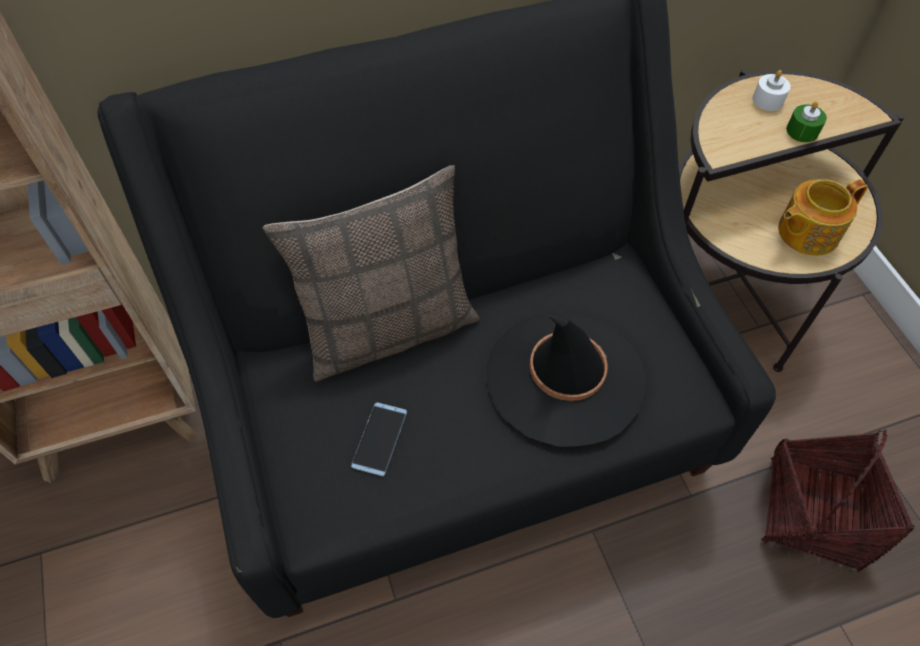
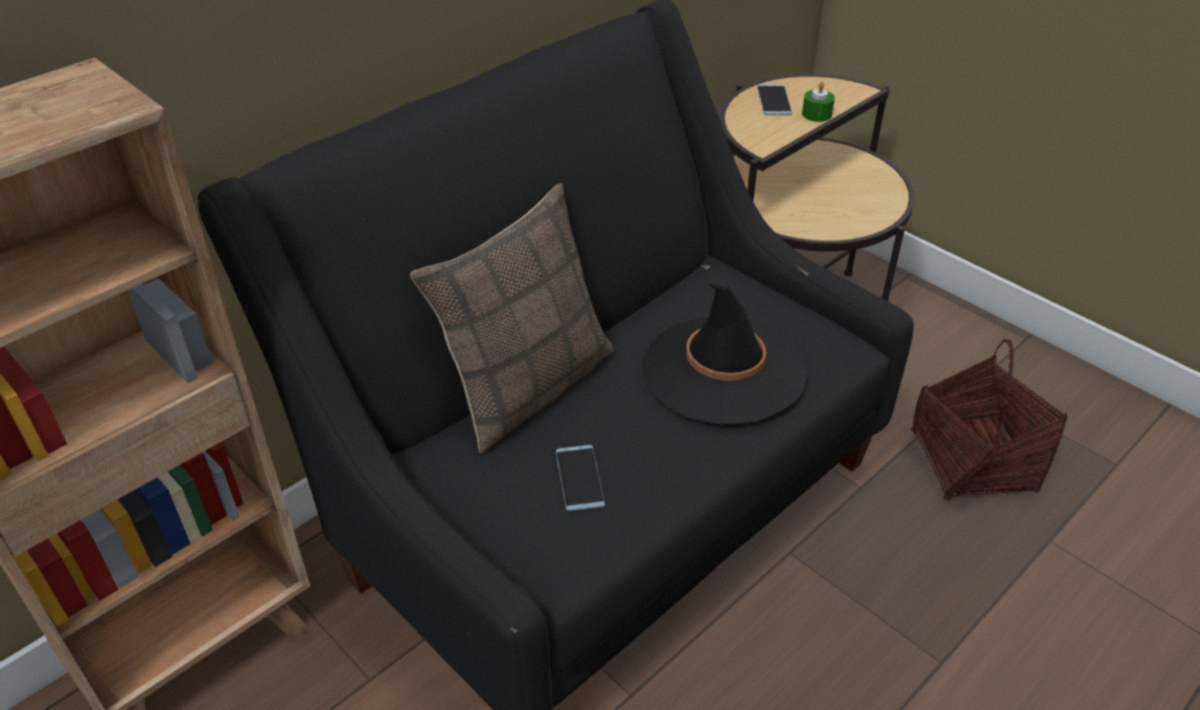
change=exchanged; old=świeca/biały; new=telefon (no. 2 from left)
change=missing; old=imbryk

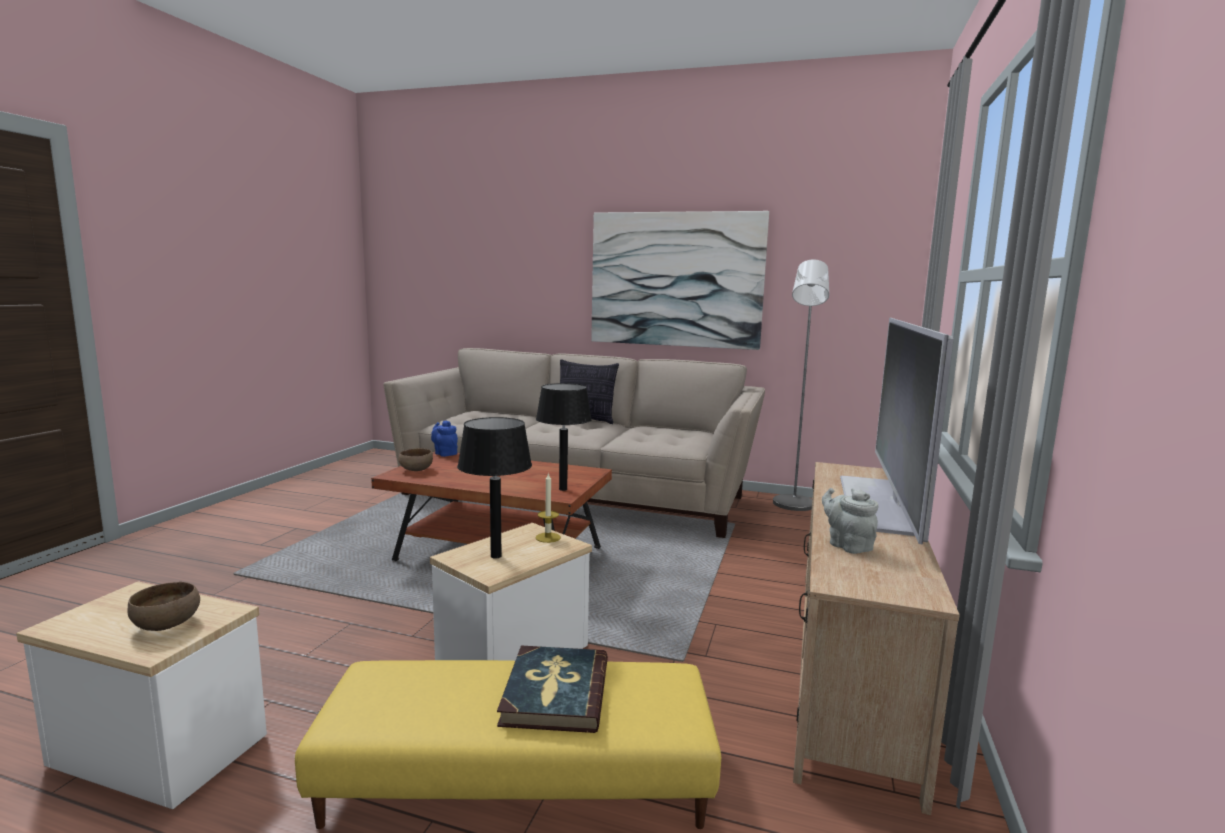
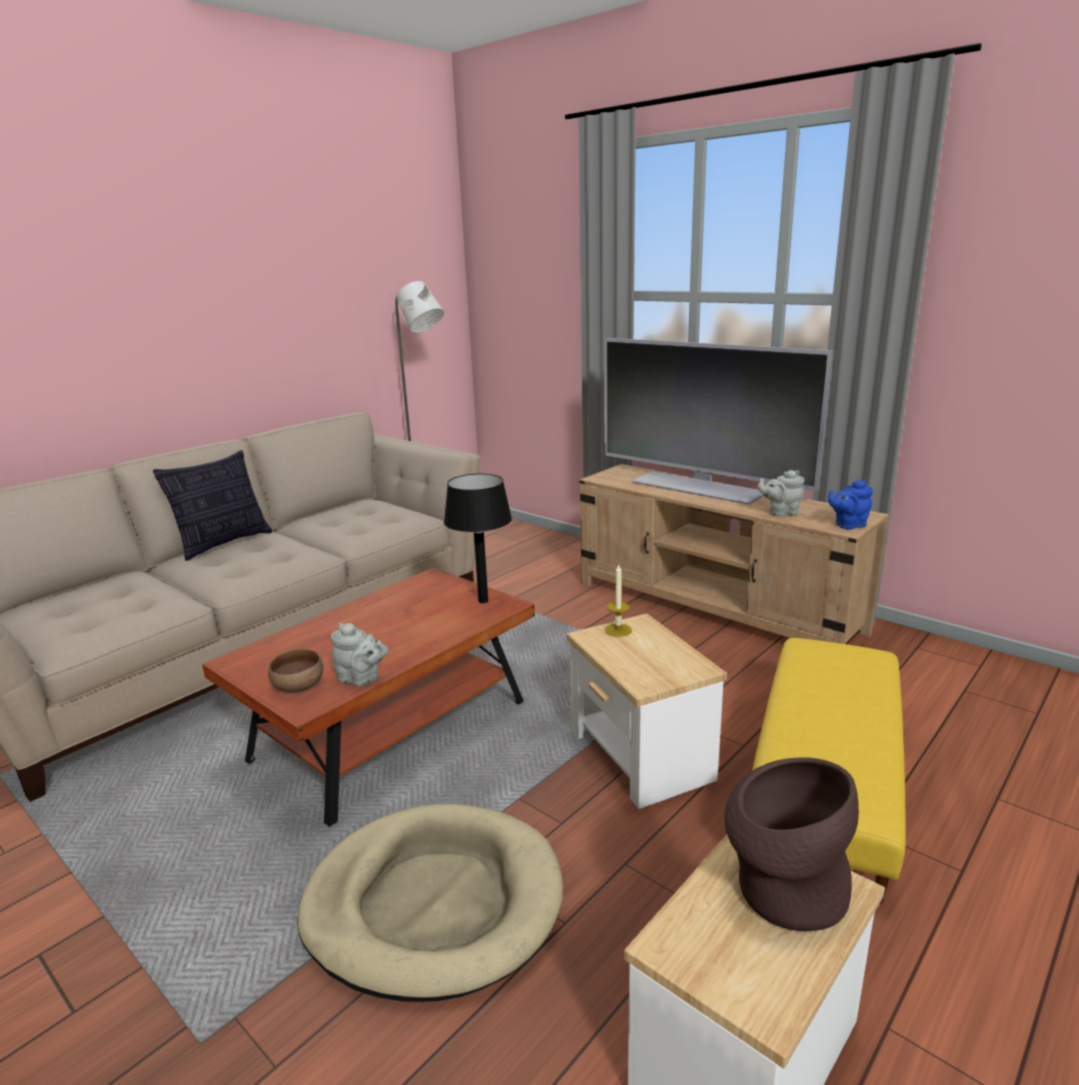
change=exchanged; old=miska/brązowy (no. 1 from left); new=wazon/brązowy
change=relocated; old=imbryk/niebieski
change=missing; old=lampa stołowa/czarny (no. 1 from left)
change=missing; old=książka
change=missing; old=obraz
change=appeared; new=legowisko/beżowy
change=appeared; new=imbryk/szary (no. 1 from left)

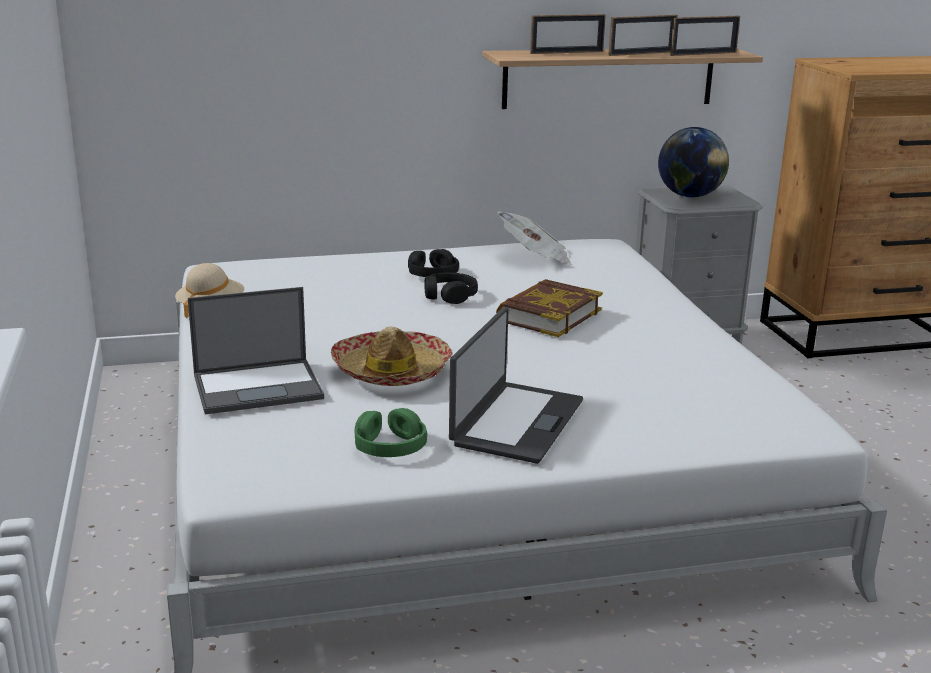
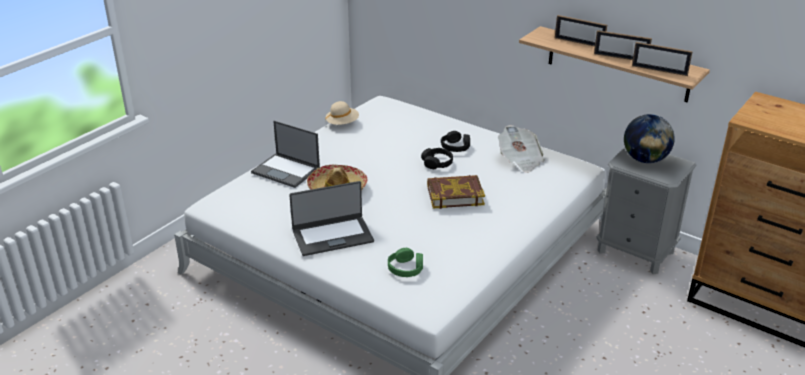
change=relocated; old=słuchawki/zielony

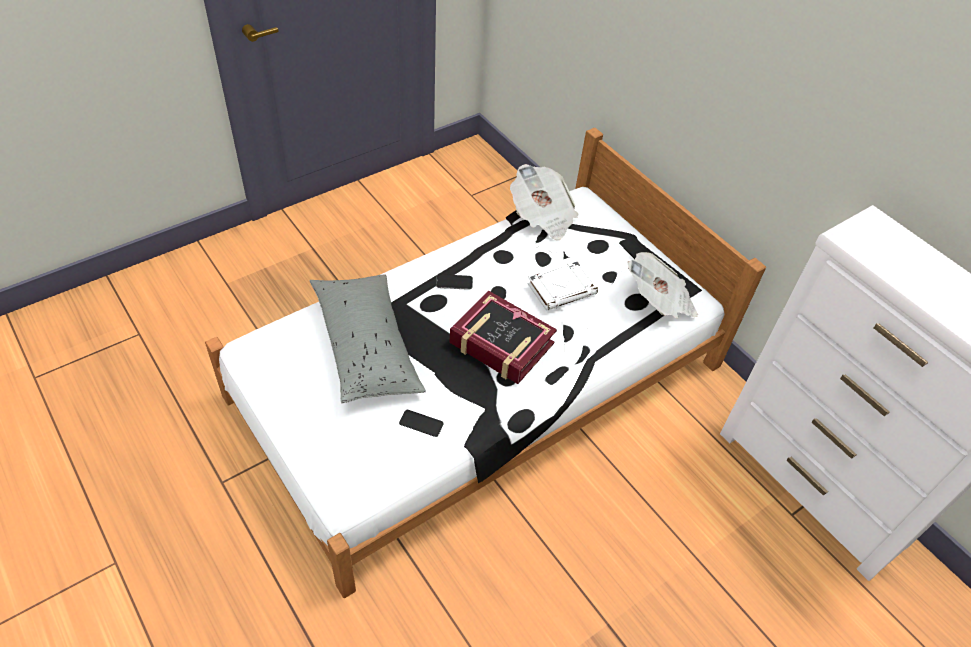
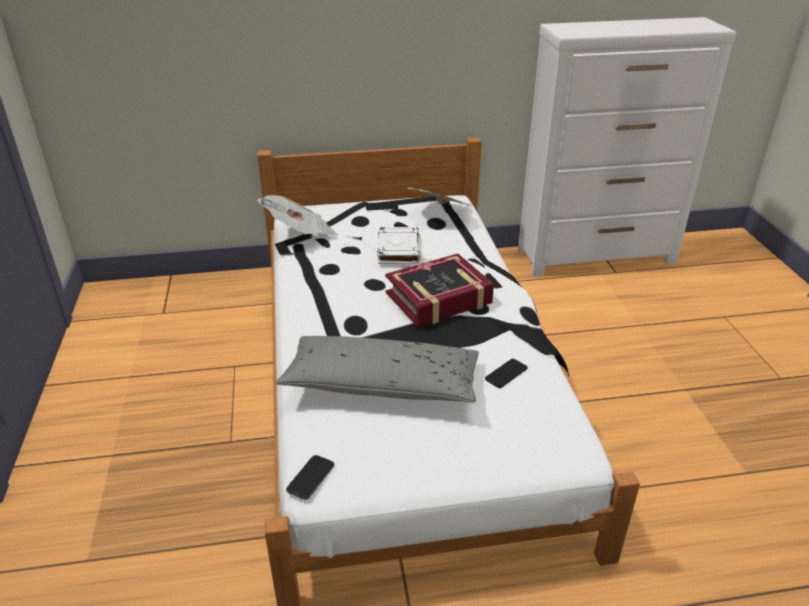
change=relocated; old=telefon (no. 2 from left in the first image); new=telefon (no. 1 from left)

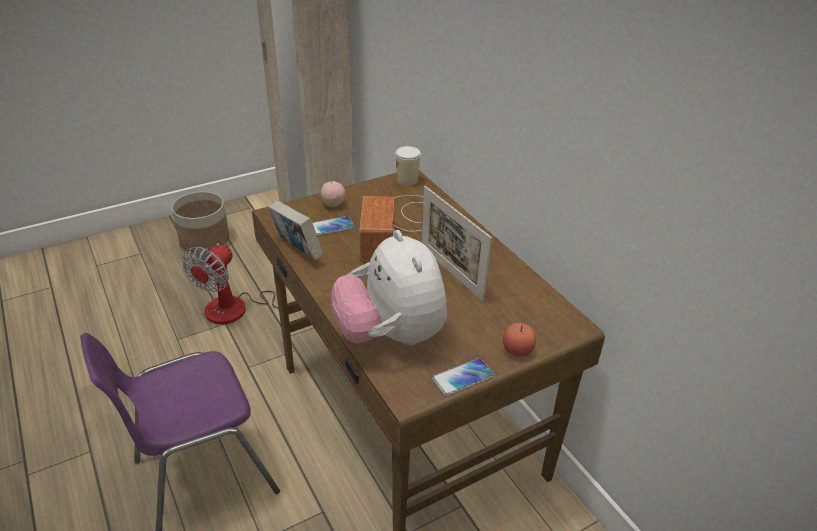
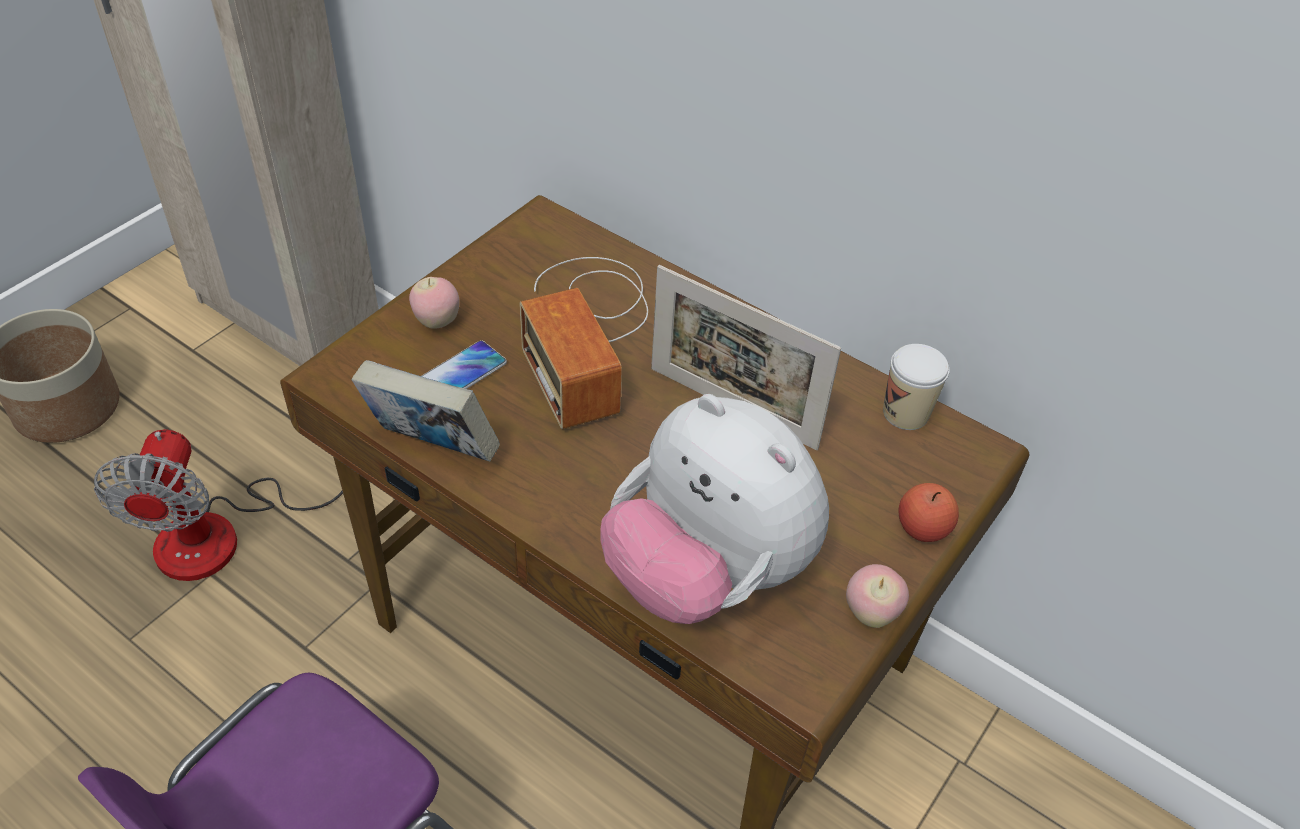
change=relocated; old=filiżanka
change=exchanged; old=telefon (no. 2 from left); new=jabłko (no. 2 from left)

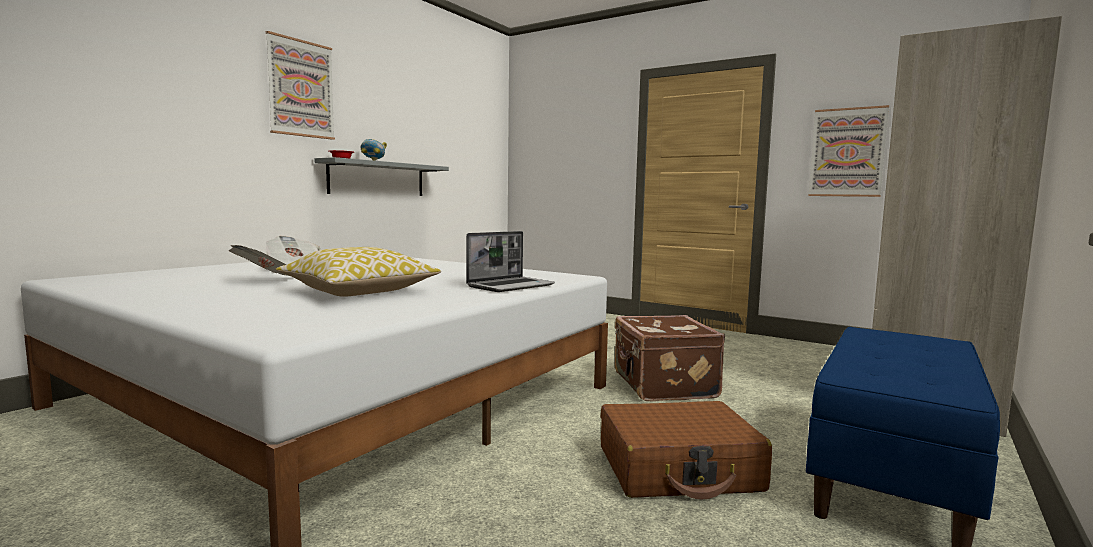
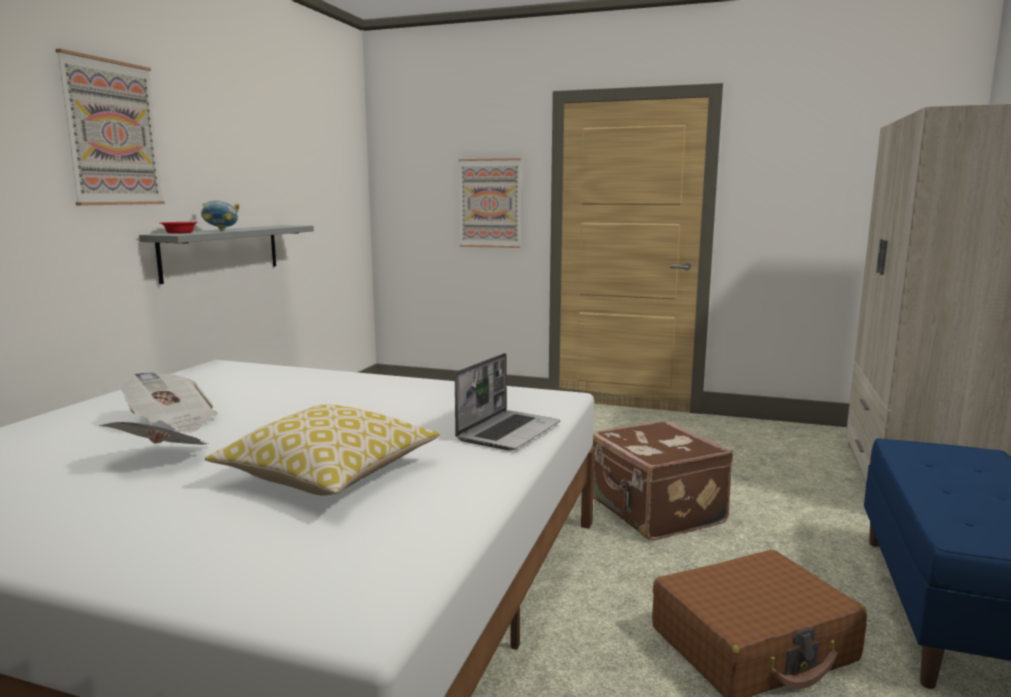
change=relocated; old=obraz (no. 2 from left)

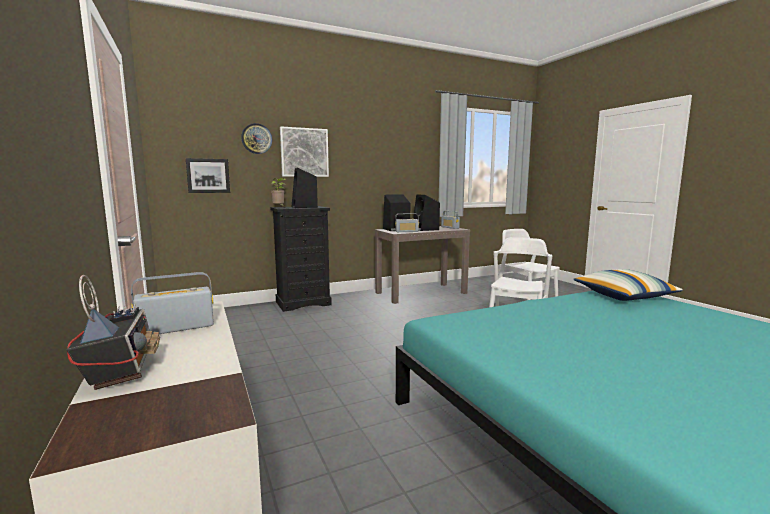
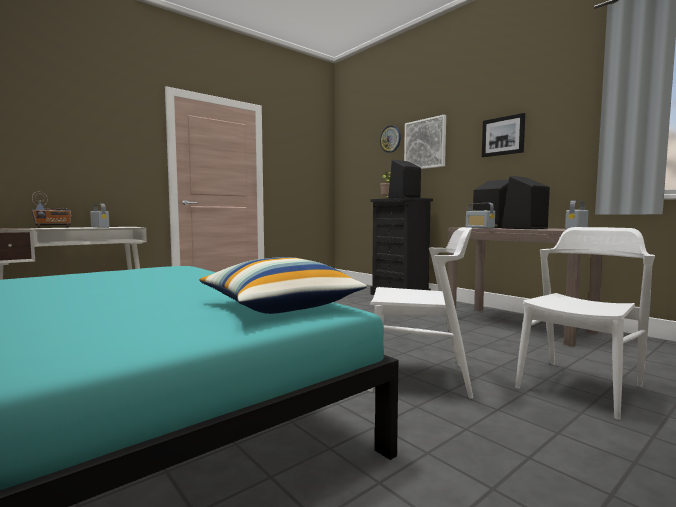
change=relocated; old=obraz (no. 1 from left in the first image); new=obraz (no. 2 from left)

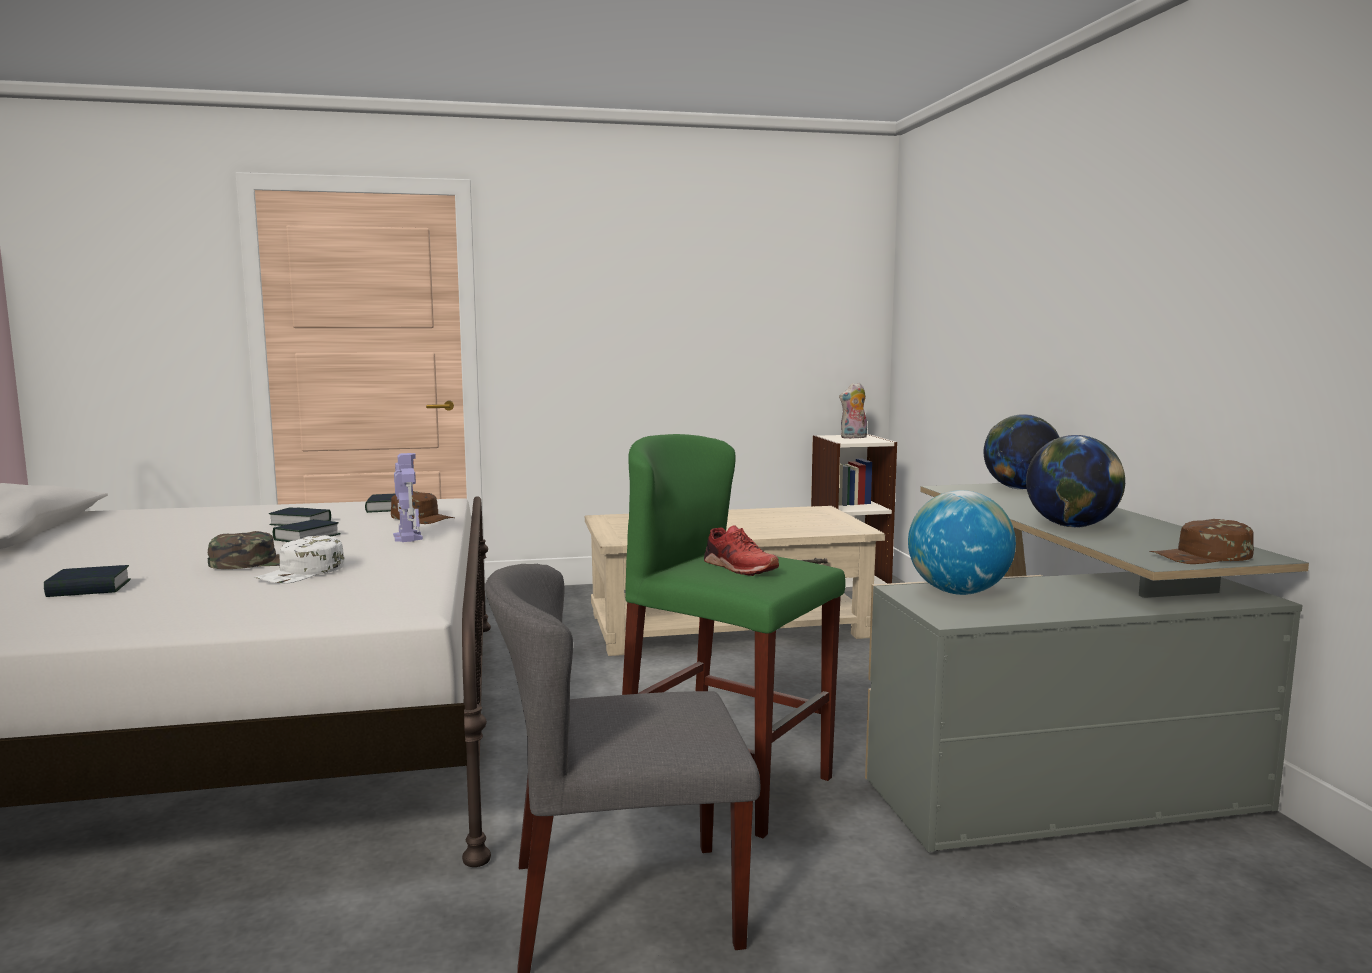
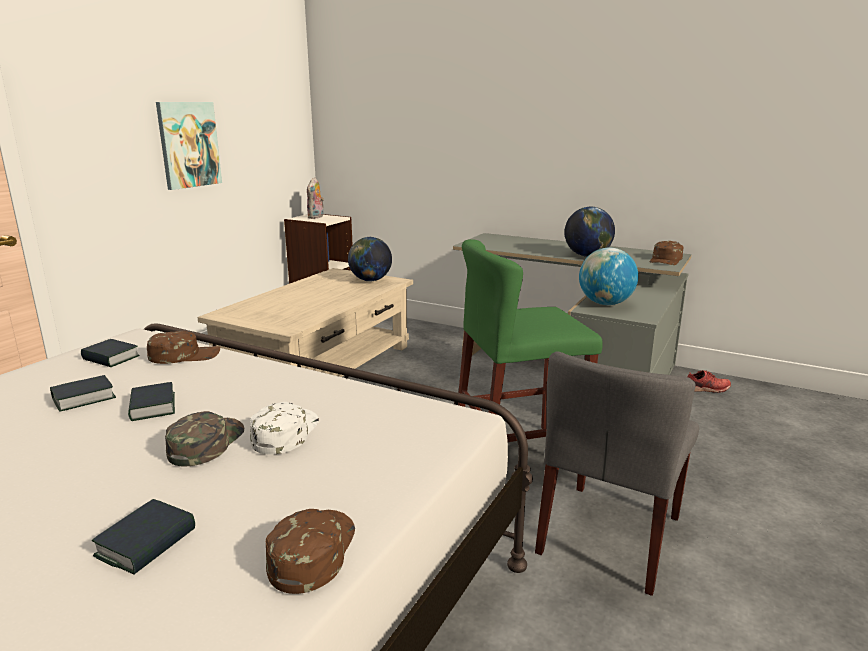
change=spun; old=czapka z daszkiem/biały; degrees=-150
change=missing; old=robot zabawkowy
change=relocated; old=but/czerwony
change=relocated; old=globus (no. 2 from left in the first image); new=globus (no. 1 from left)
change=appeared; new=obraz
change=appeared; new=czapka z daszkiem/brązowy (no. 2 from left)

